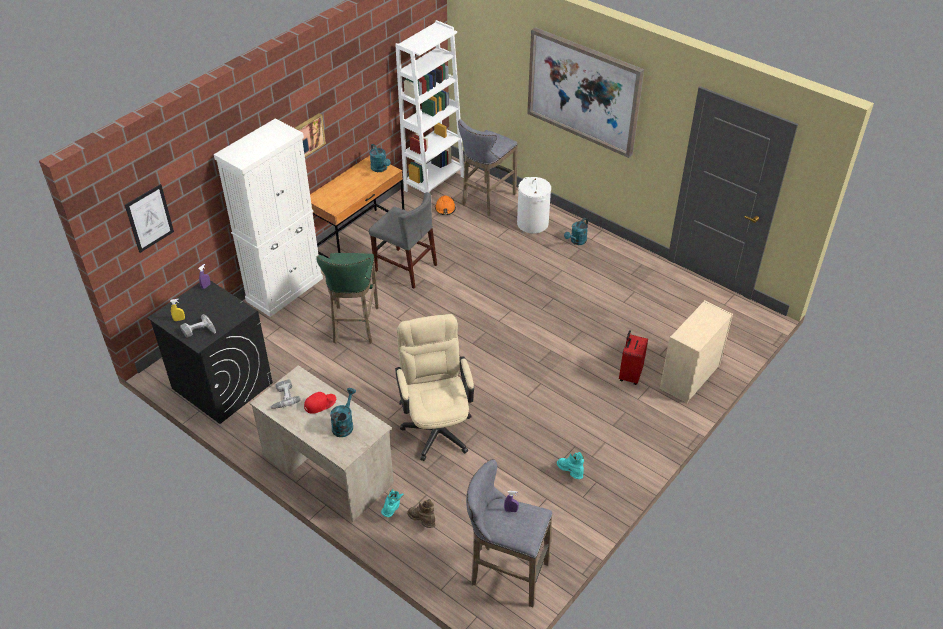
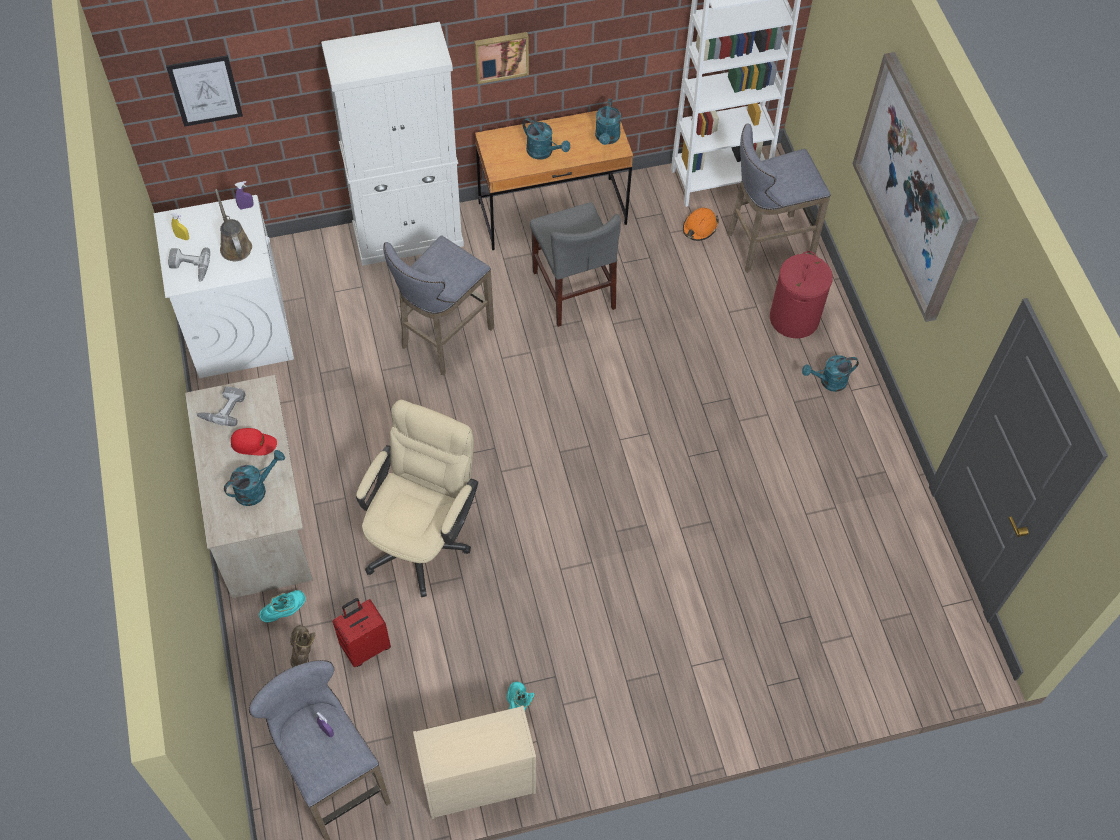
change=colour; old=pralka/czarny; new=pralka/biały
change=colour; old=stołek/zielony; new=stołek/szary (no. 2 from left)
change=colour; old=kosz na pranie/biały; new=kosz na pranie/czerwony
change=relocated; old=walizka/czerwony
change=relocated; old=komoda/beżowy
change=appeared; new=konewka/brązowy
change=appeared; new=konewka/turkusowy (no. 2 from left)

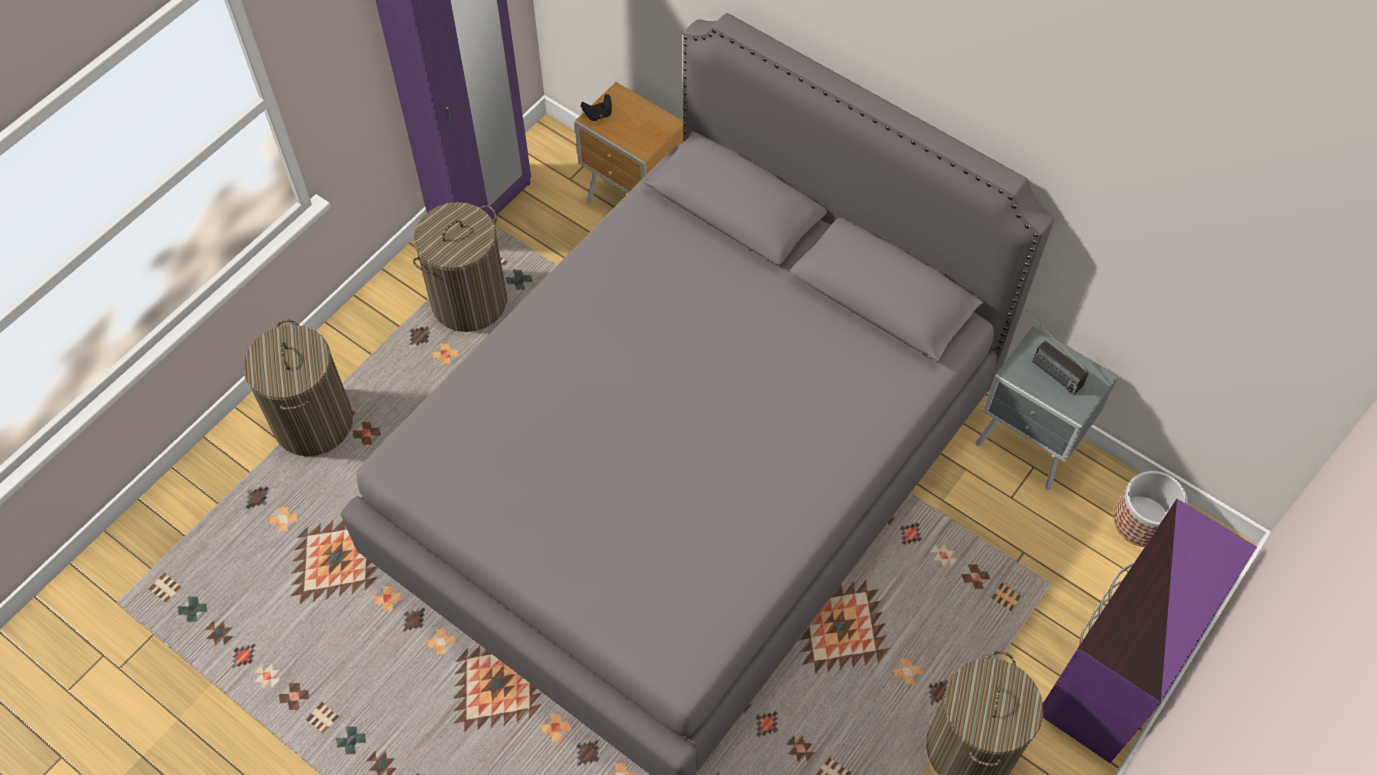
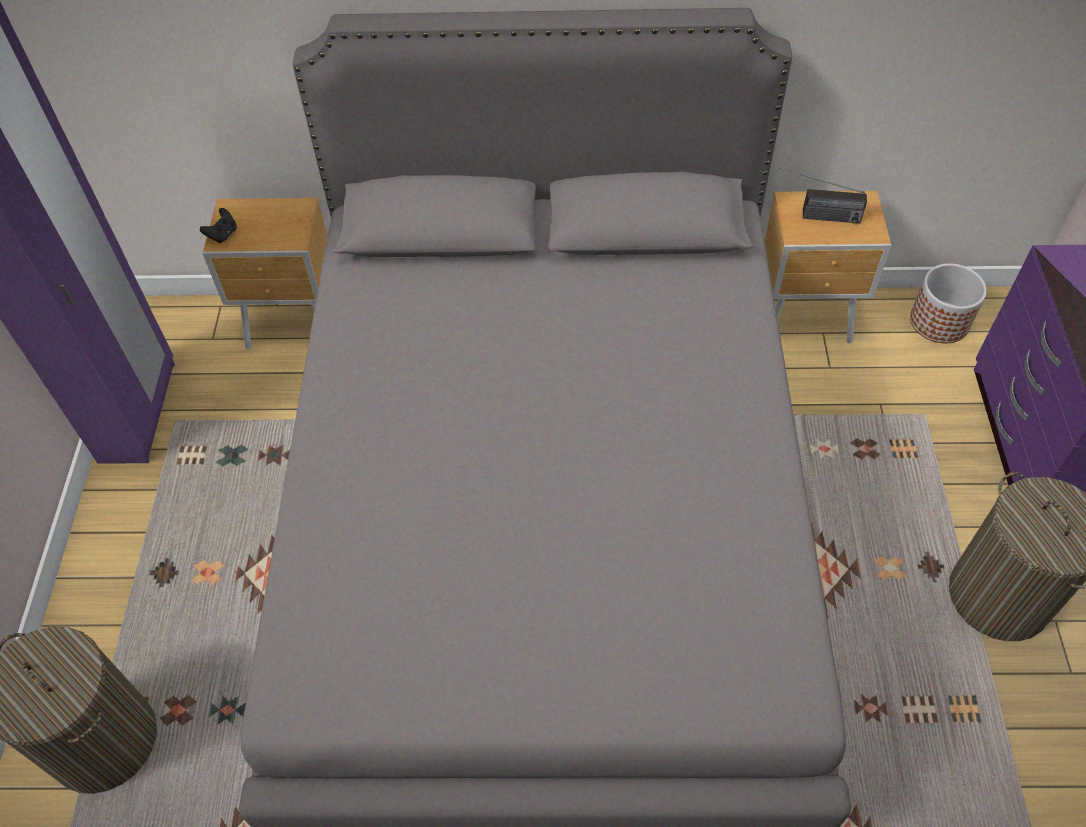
change=missing; old=kosz na pranie (no. 2 from left)
change=colour; old=szafka nocna/szary; new=szafka nocna/brązowy (no. 2 from left)

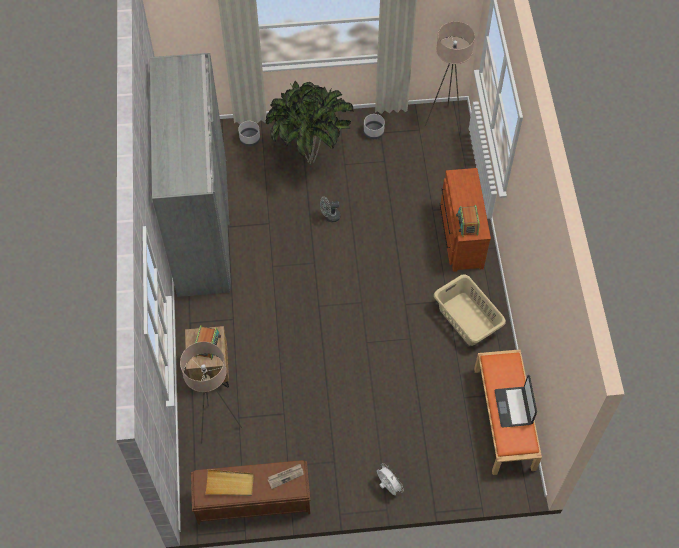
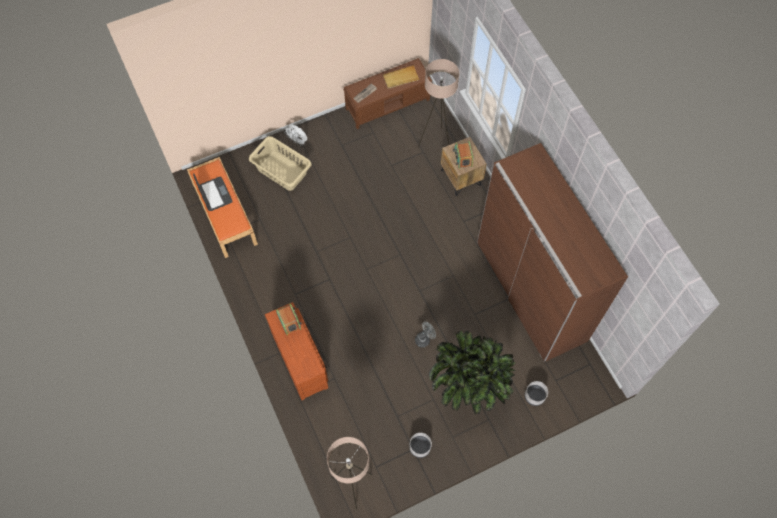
change=colour; old=szafa/szary; new=szafa/brązowy
change=relocated; old=kosz na pranie/beżowy

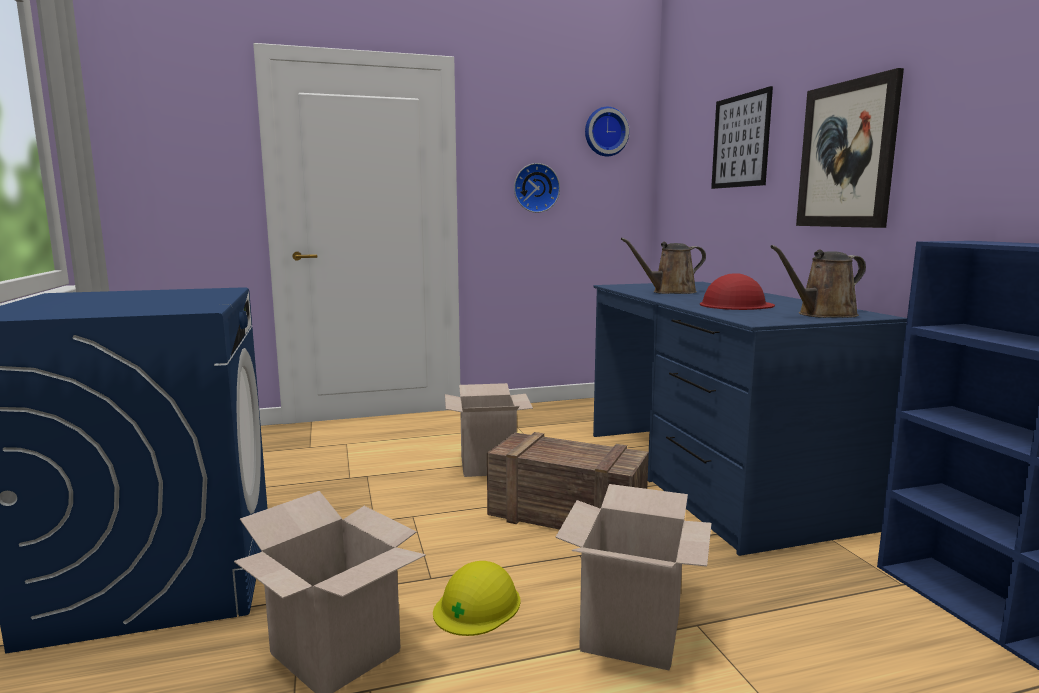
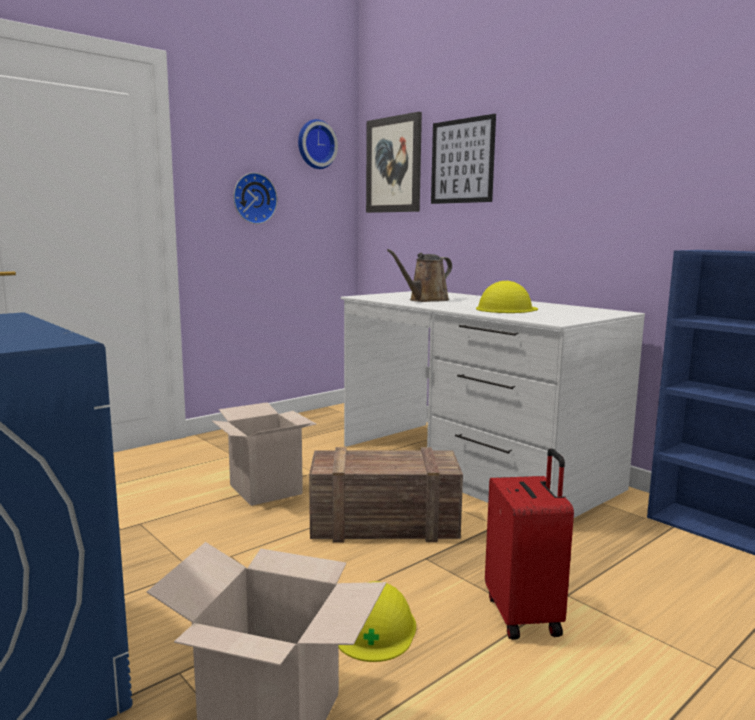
change=exchanged; old=karton (no. 3 from left); new=walizka/czerwony
change=colour; old=biurko/niebieski; new=biurko/biały
change=colour; old=kask/czerwony; new=kask/żółty (no. 2 from left)
change=missing; old=konewka/brązowy (no. 2 from left)
change=relocated; old=obraz (no. 2 from left in the first image); new=obraz (no. 1 from left)

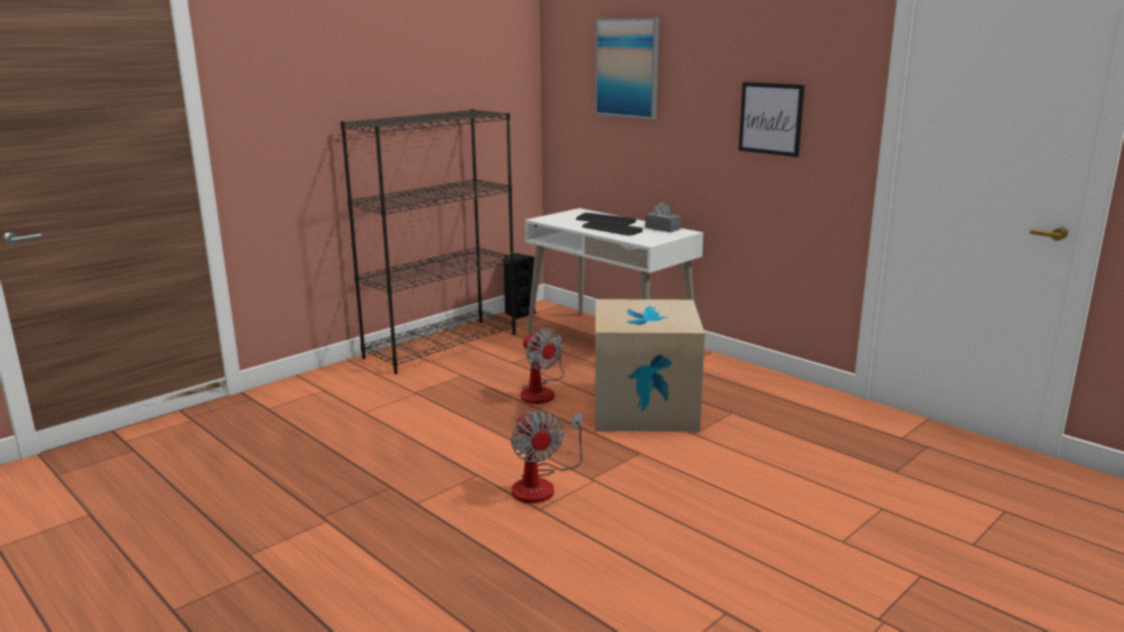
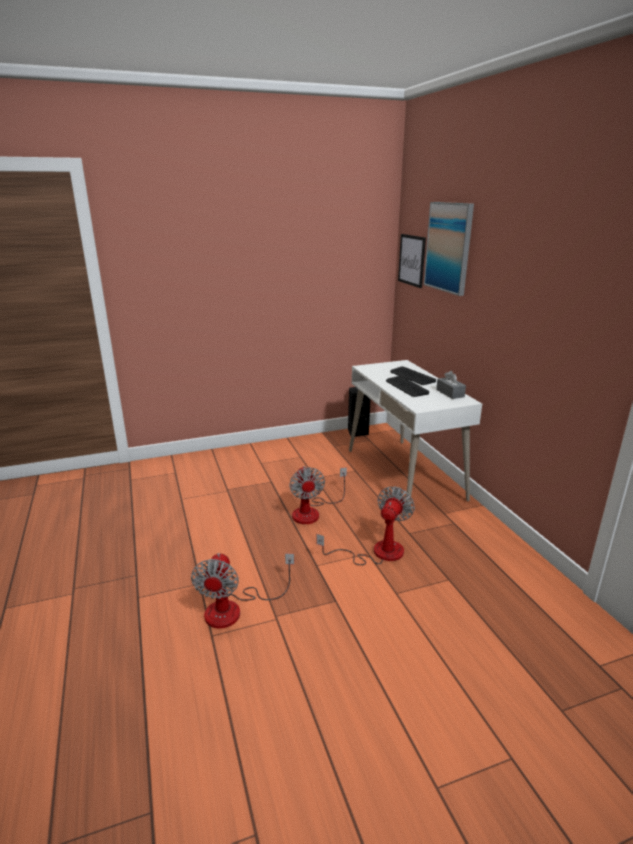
change=missing; old=regał/czarny
change=exchanged; old=karton; new=wentylator (no. 3 from left)
change=relocated; old=obraz (no. 2 from left in the first image); new=obraz (no. 1 from left)

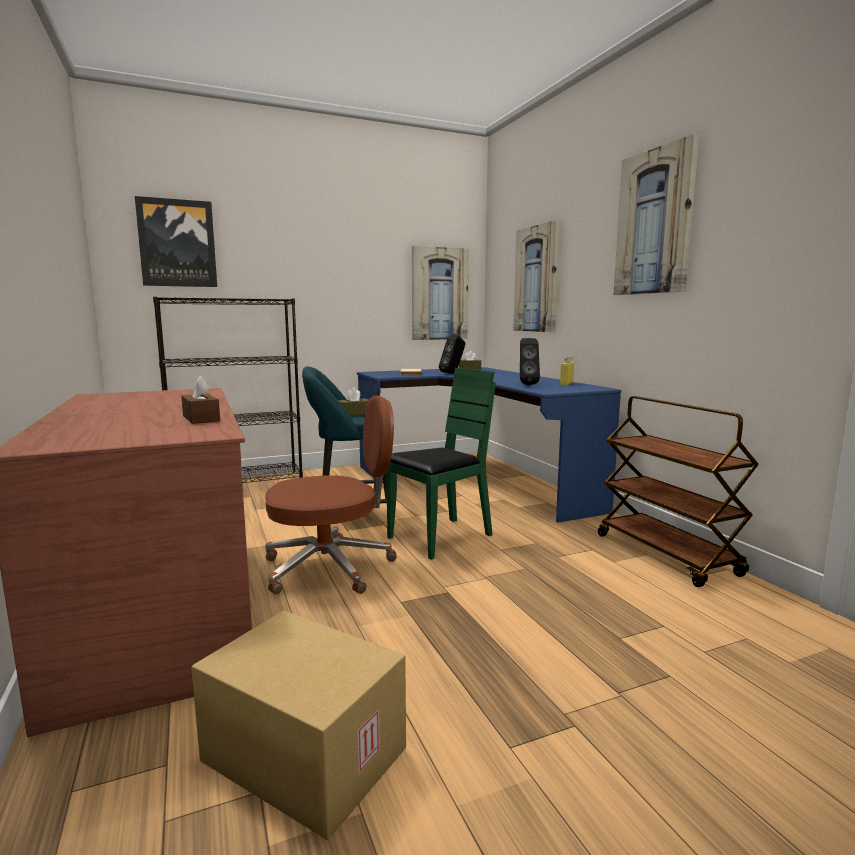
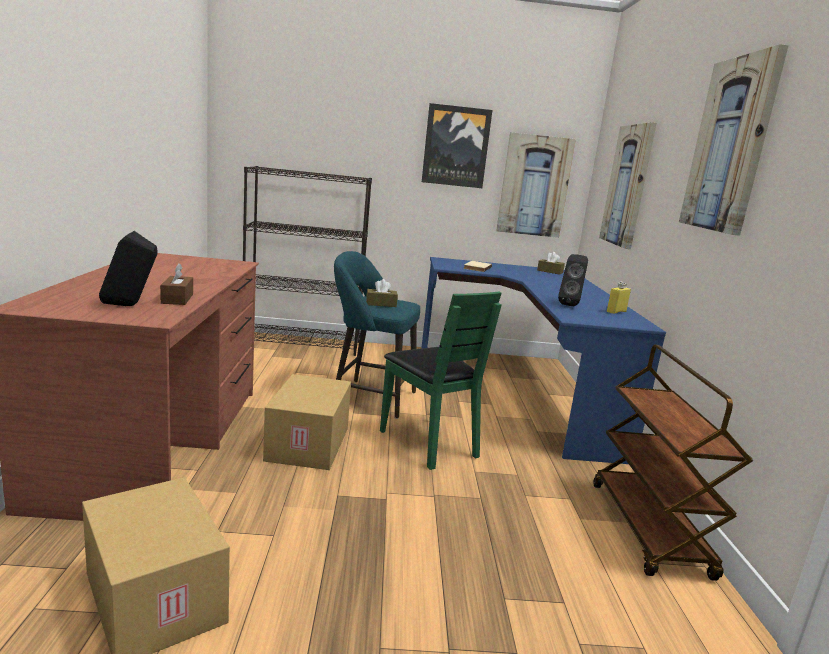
change=relocated; old=obraz (no. 1 from left)
change=exchanged; old=krzesło biurowe/brązowy; new=karton (no. 2 from left)
change=spun; old=krzesło/zielony; degrees=75
change=relocated; old=głośnik/czarny (no. 1 from left)

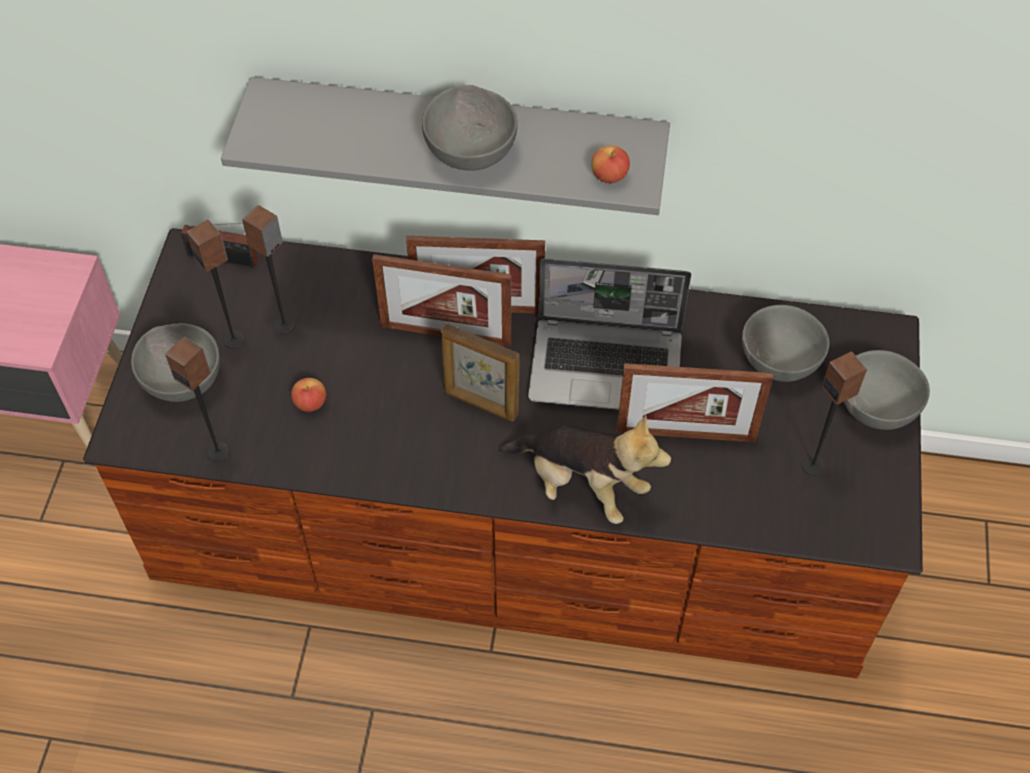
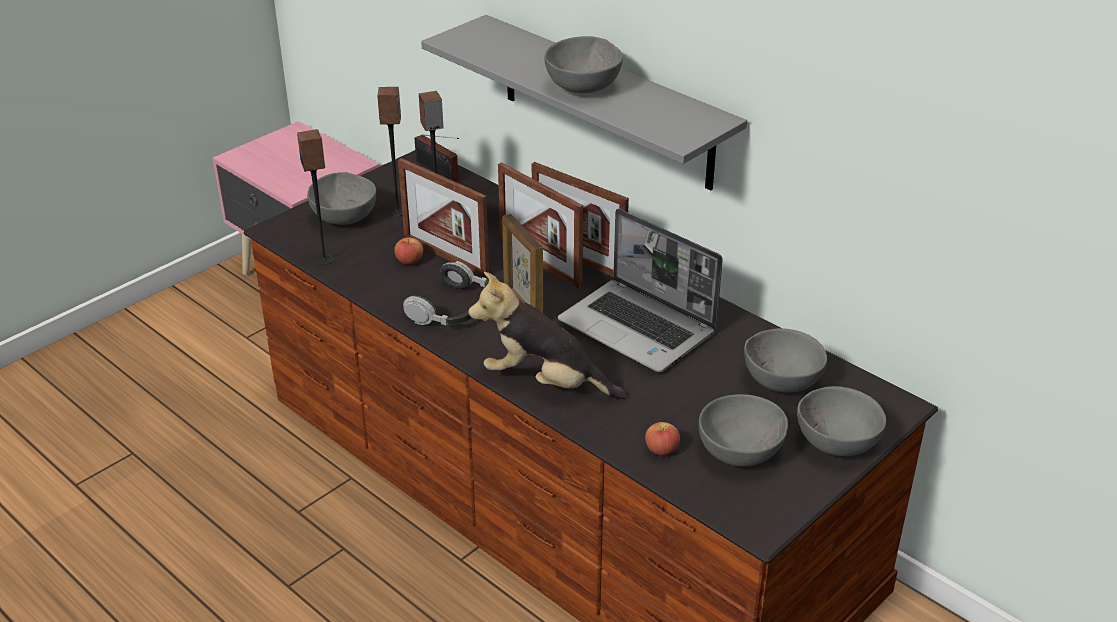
change=spun; old=pluszak; degrees=135
change=relocated; old=jabłko (no. 2 from left)
change=relocated; old=ramka na zdjęcie (no. 4 from left in the first image); new=ramka na zdjęcie (no. 1 from left)
change=exchanged; old=głośnik (no. 4 from left); new=miska/szary (no. 3 from left)
change=appeared; new=słuchawki

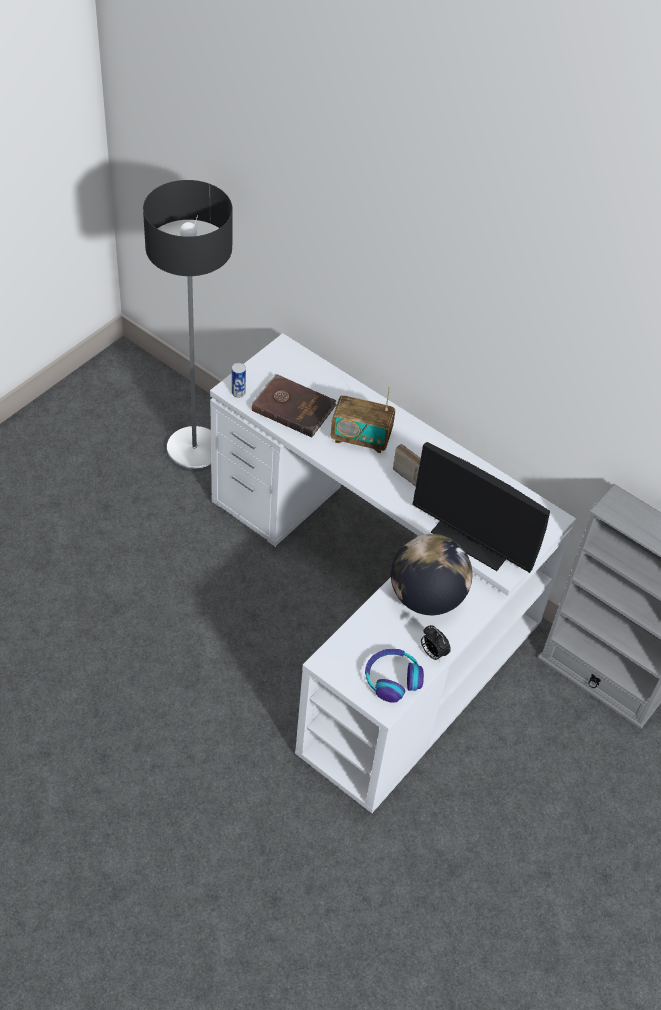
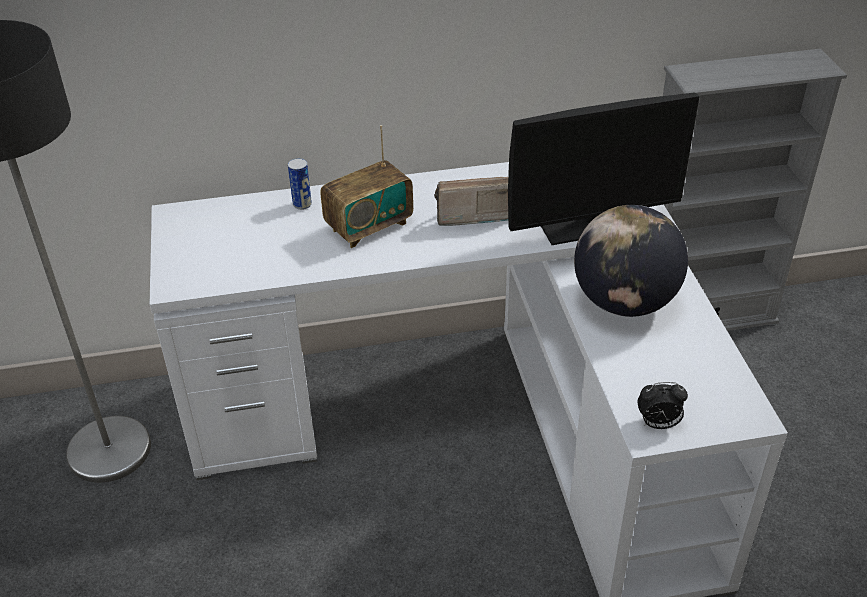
change=relocated; old=puszka
change=missing; old=książka/brązowy
change=missing; old=słuchawki
change=relocated; old=budzik

